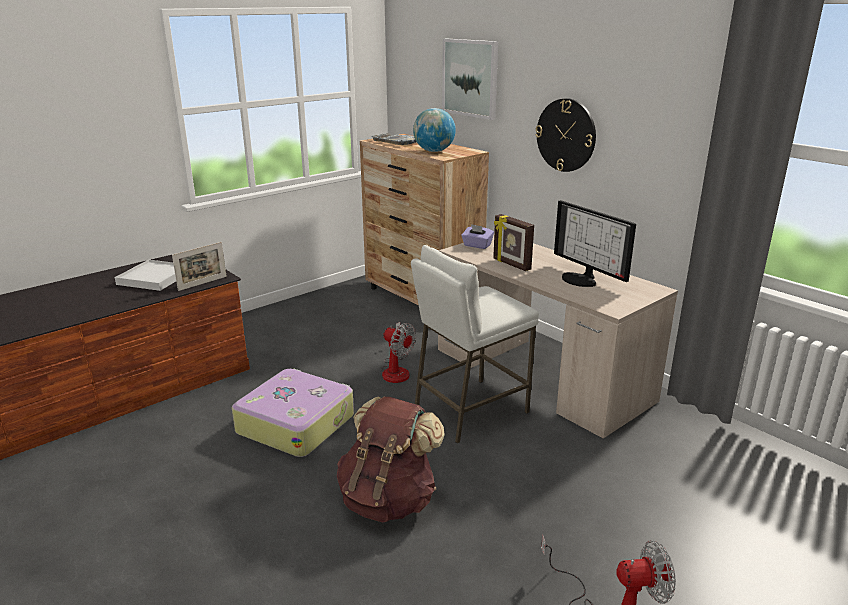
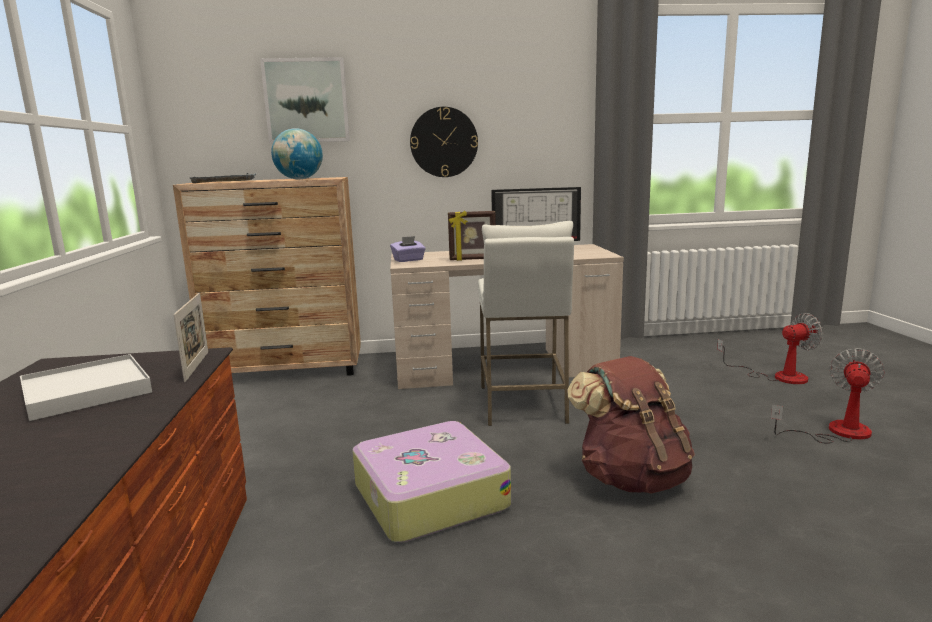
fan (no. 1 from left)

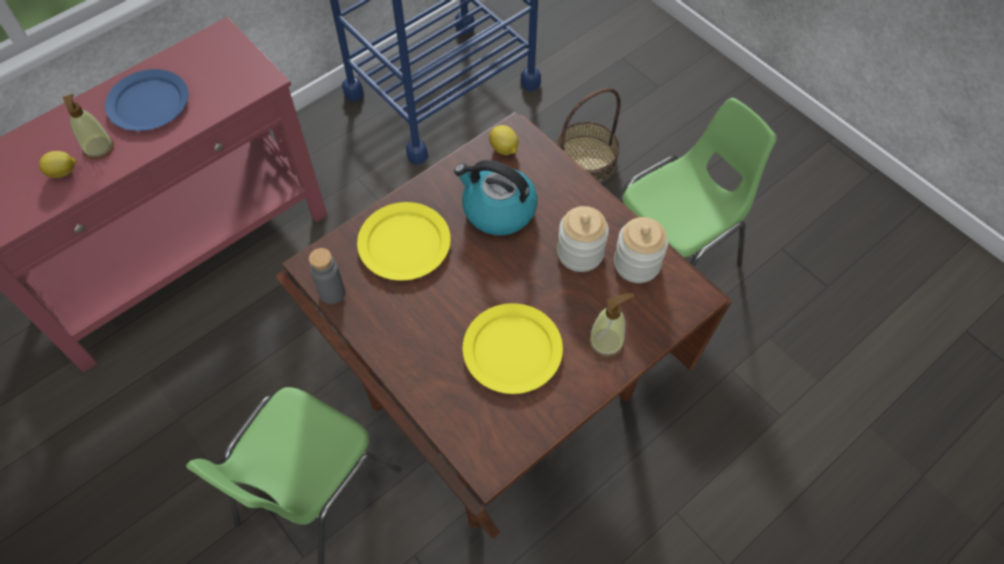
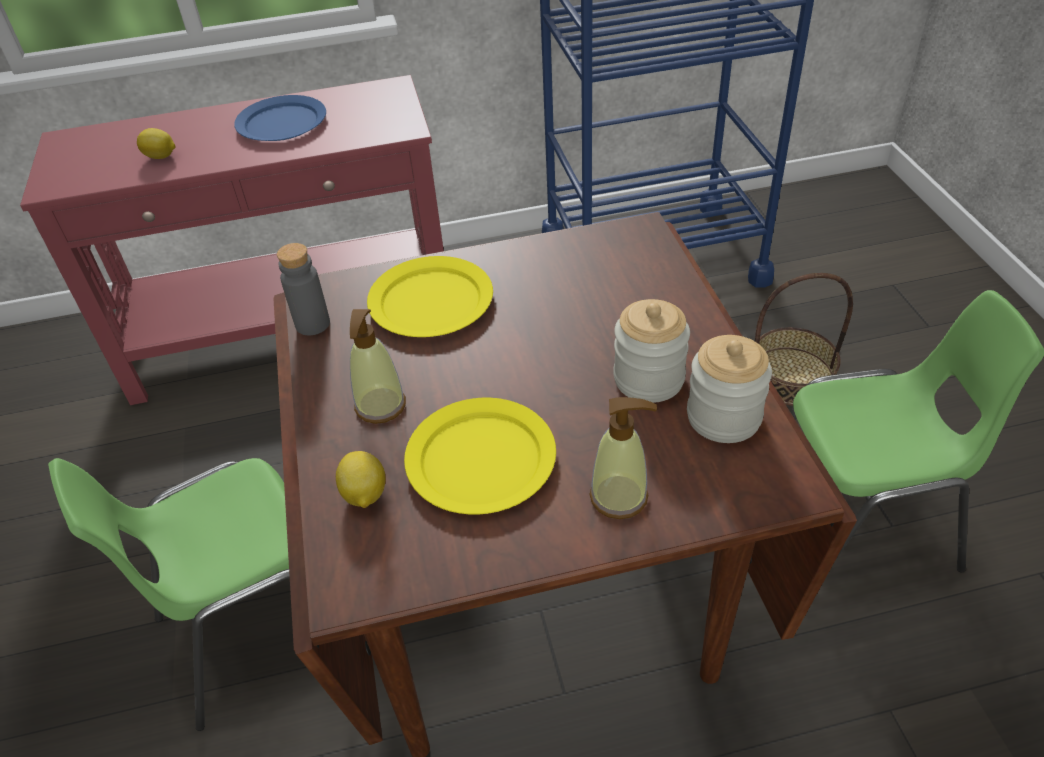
lemon (no. 2 from left); soap dispenser (no. 1 from left); kettle

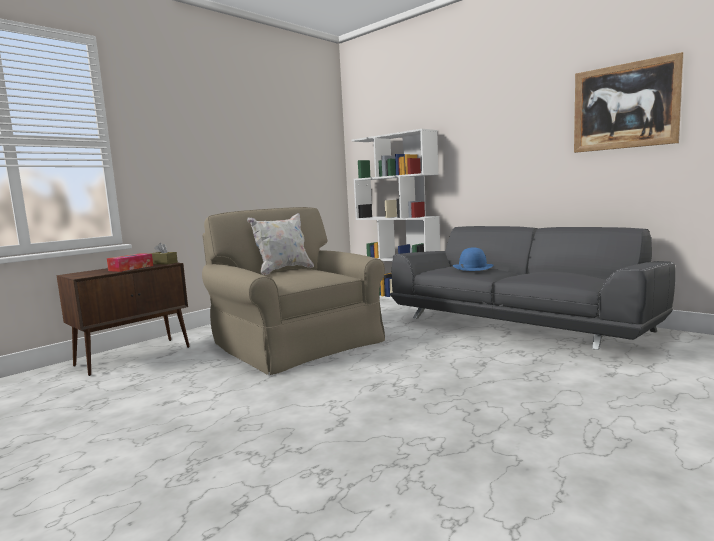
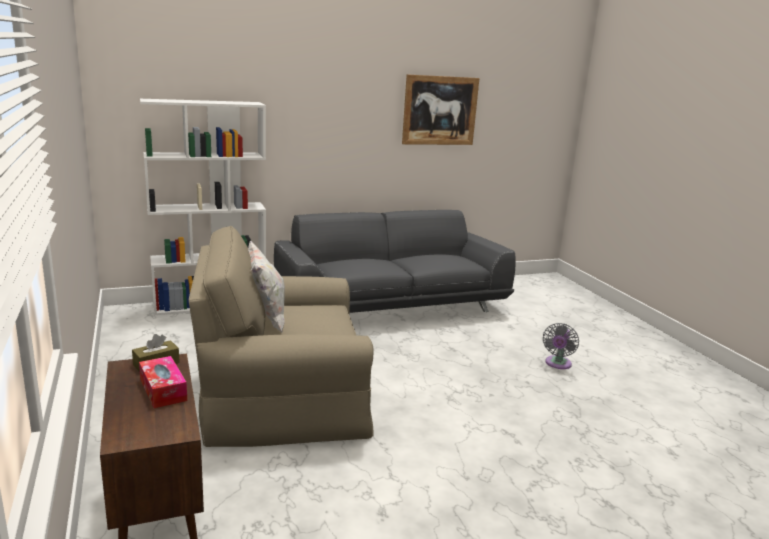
grey fan; blue hat

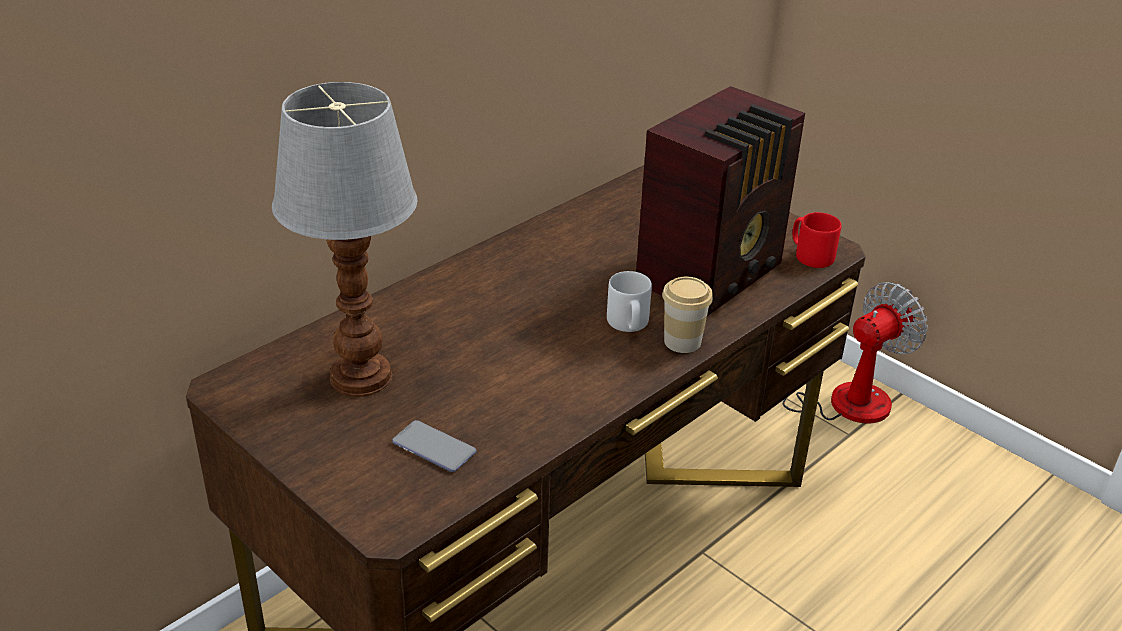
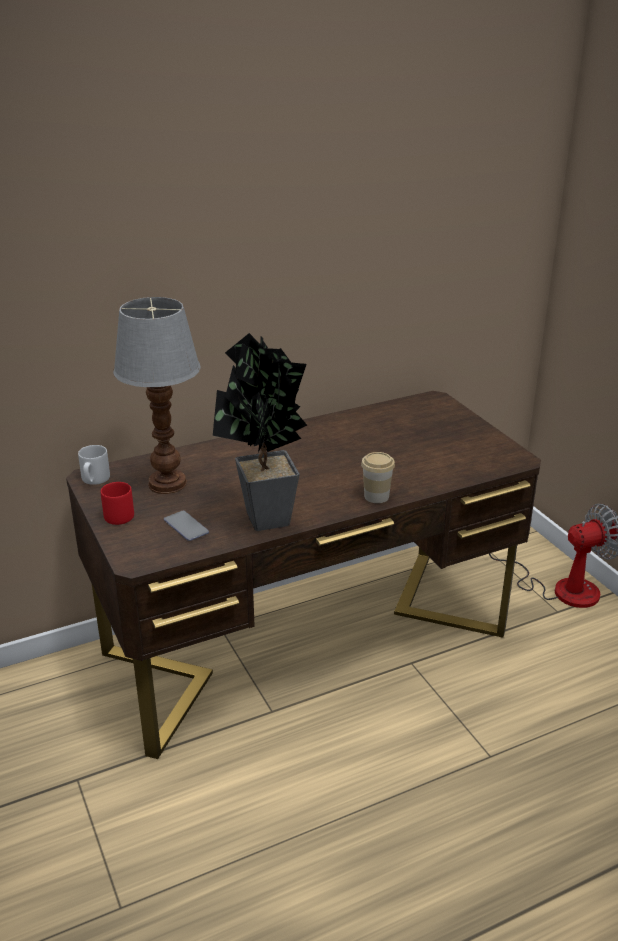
grey mug; red mug; potted plant; radio

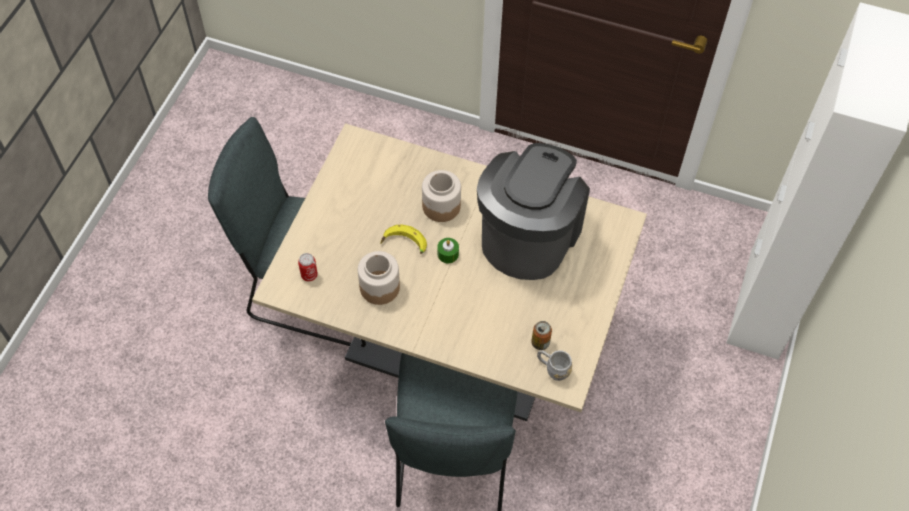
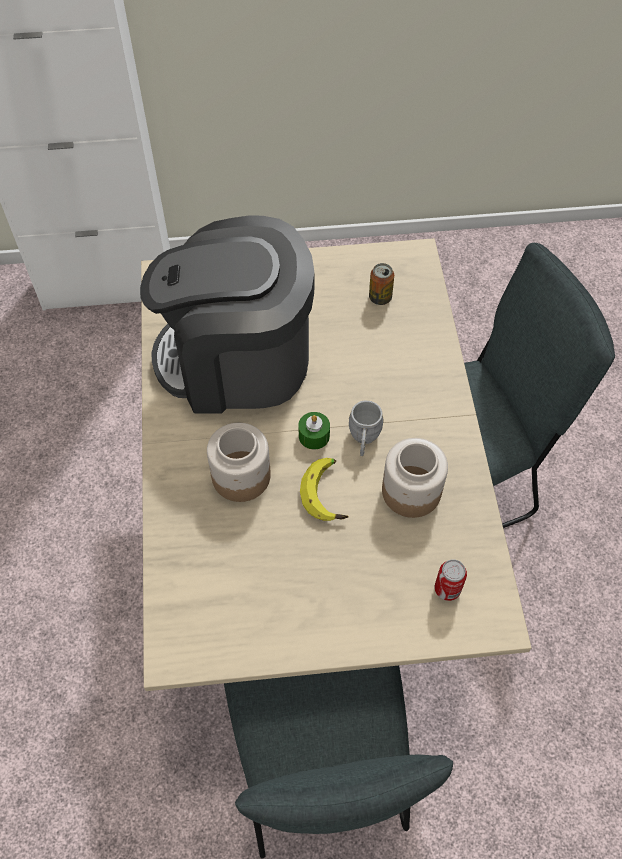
grey mug

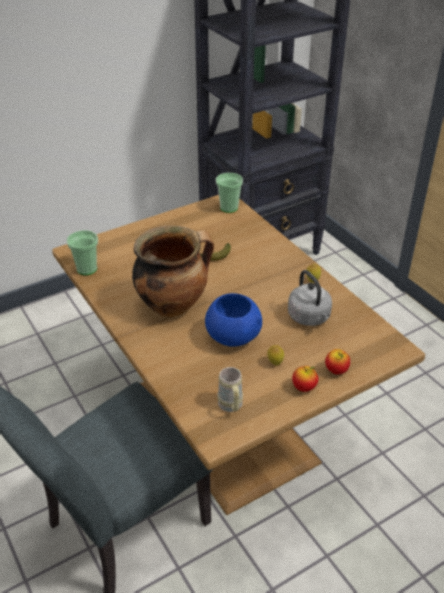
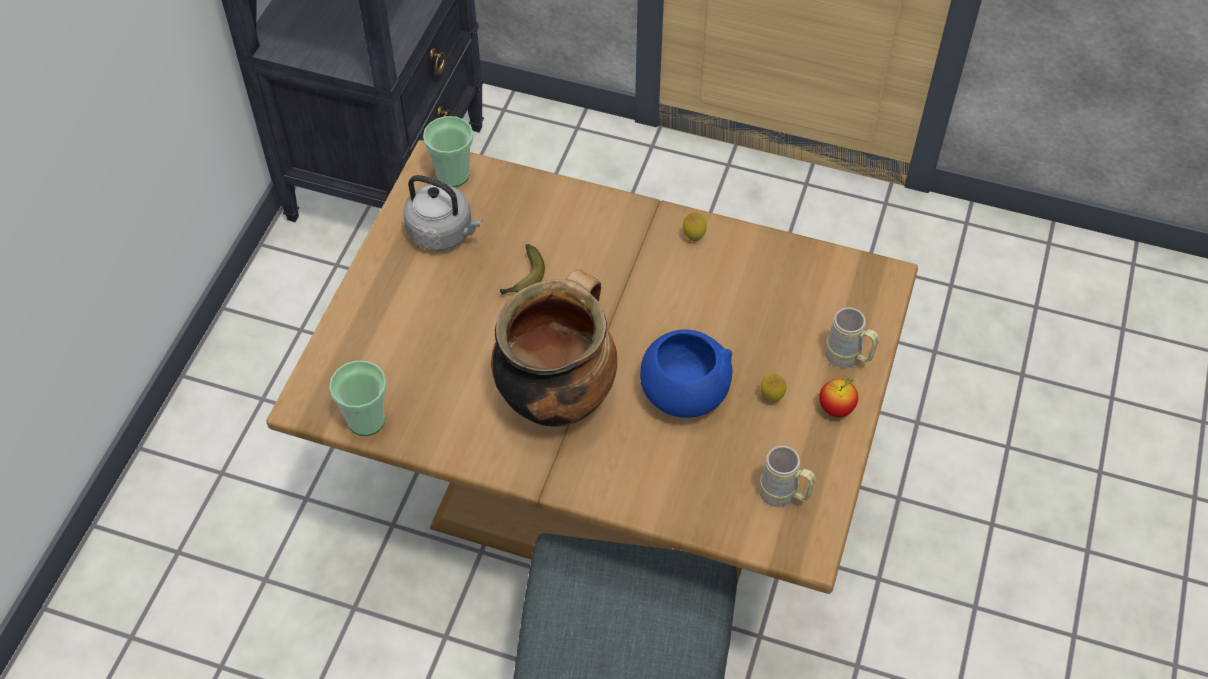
grey kettle; beige mug (no. 2 from left)

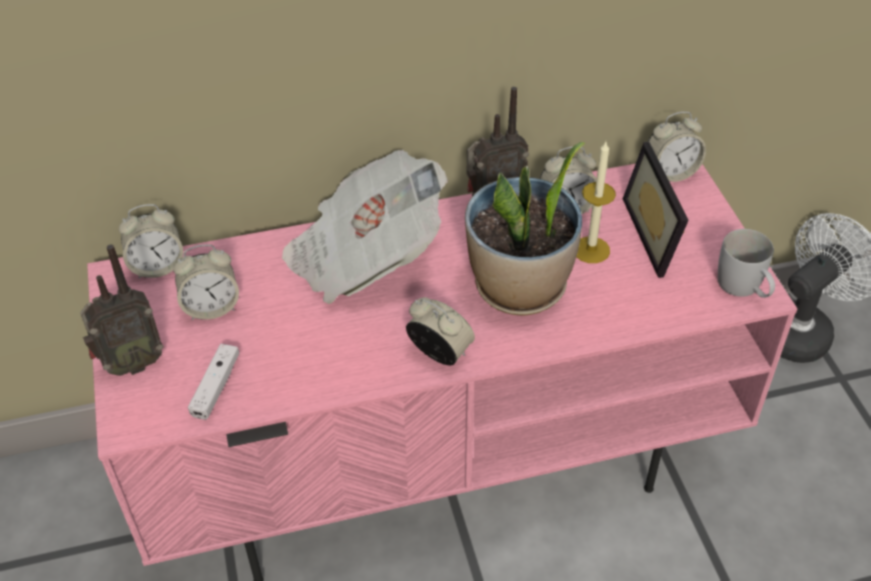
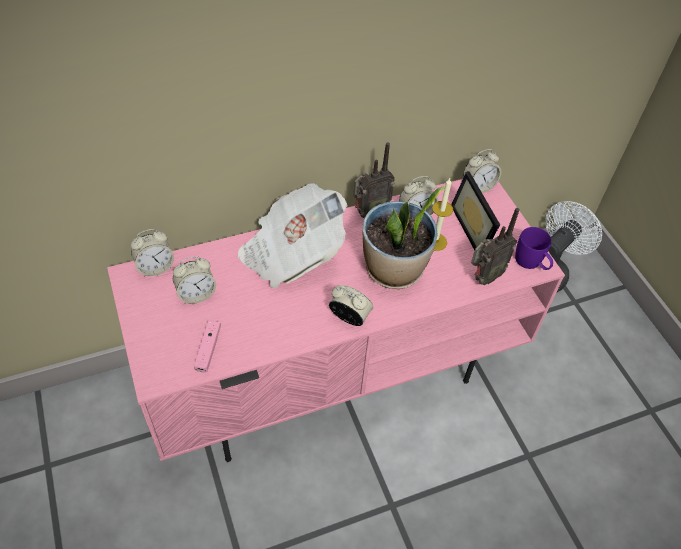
pink game controller; radio (no. 2 from left); purple mug

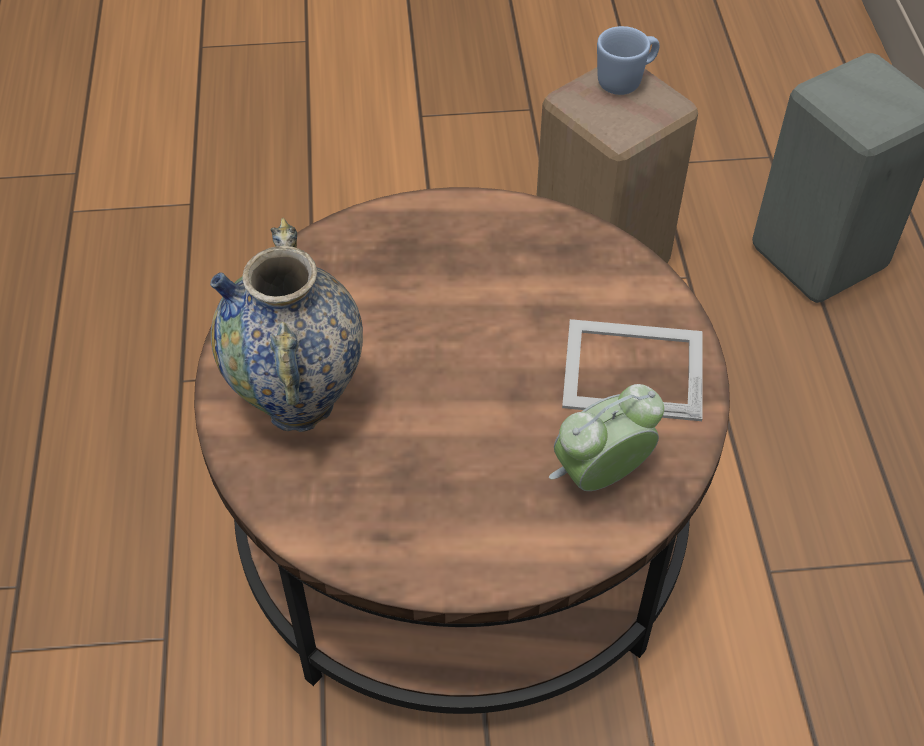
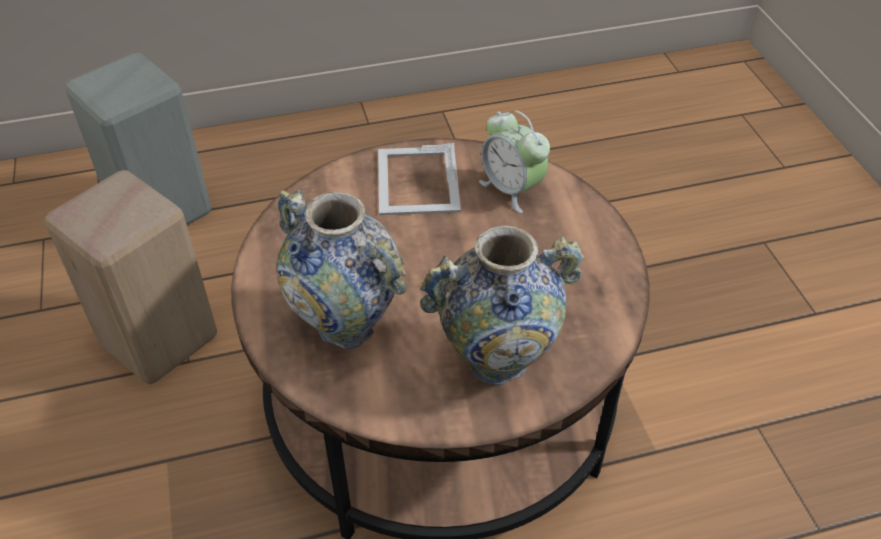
vase (no. 1 from left); blue mug

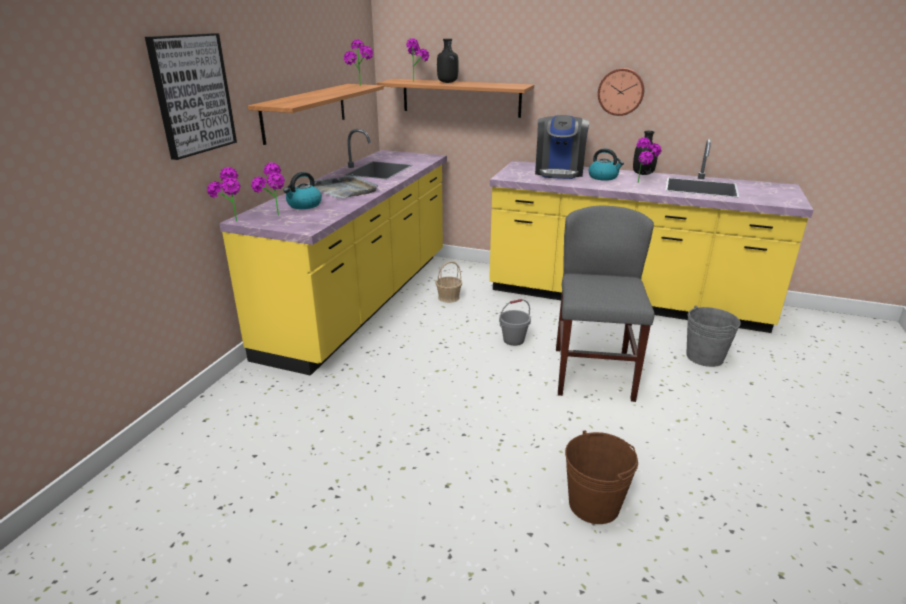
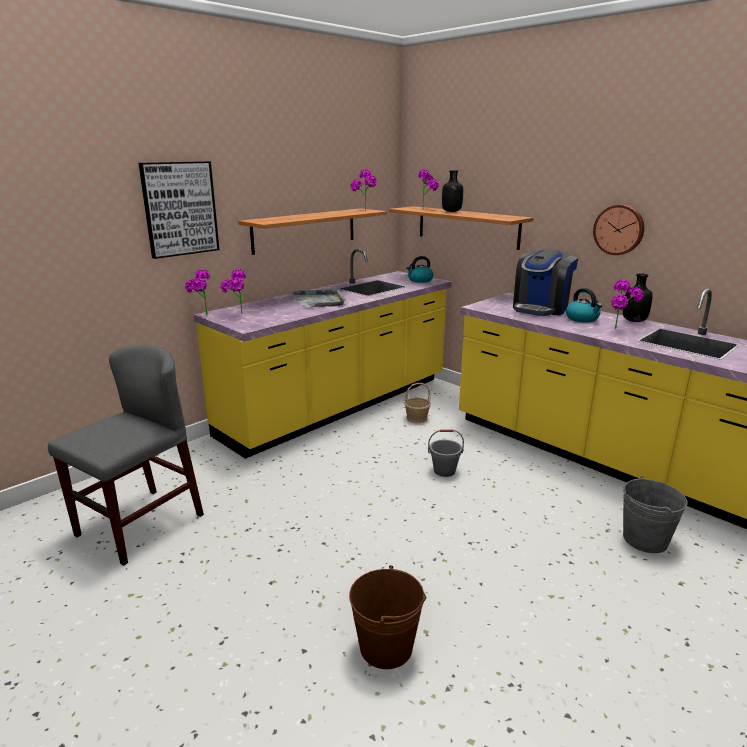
grey chair; kettle (no. 1 from left)

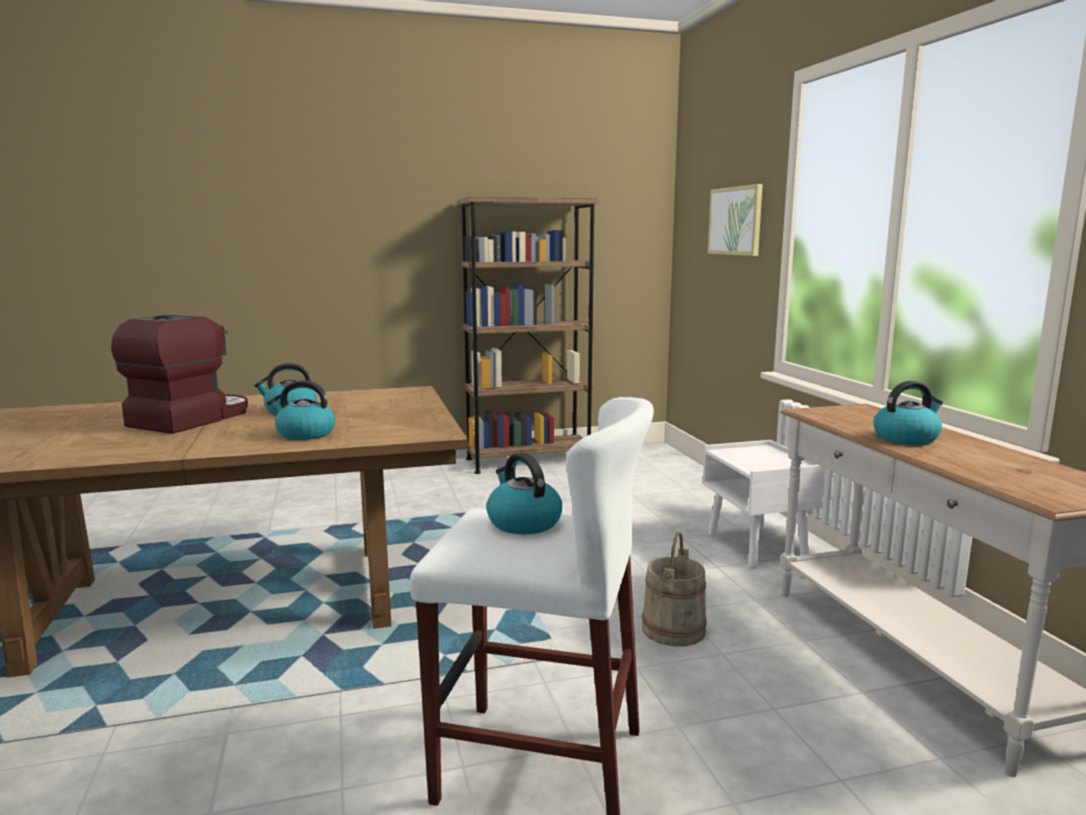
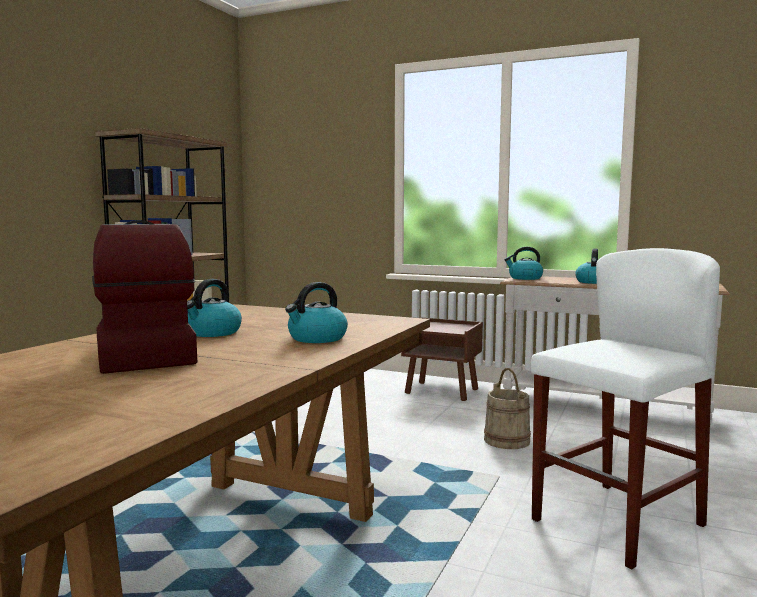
brown nightstand; kettle (no. 3 from left); picture

